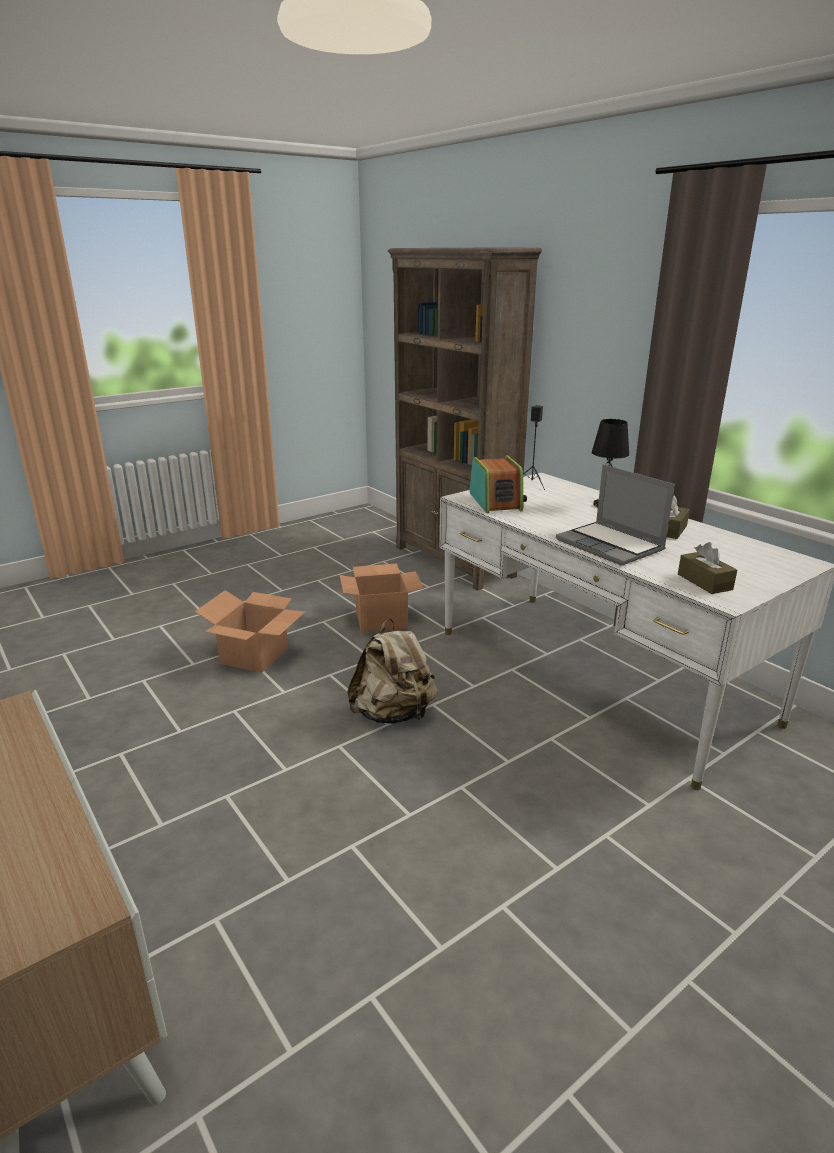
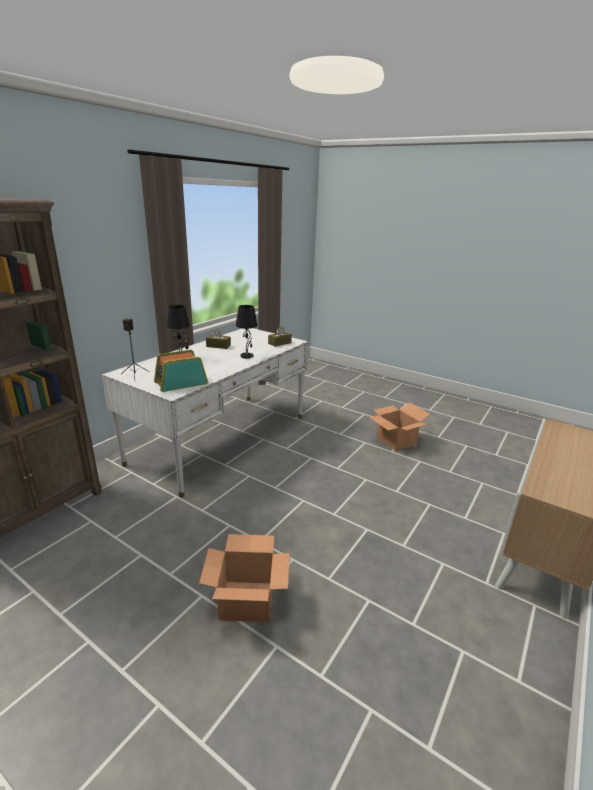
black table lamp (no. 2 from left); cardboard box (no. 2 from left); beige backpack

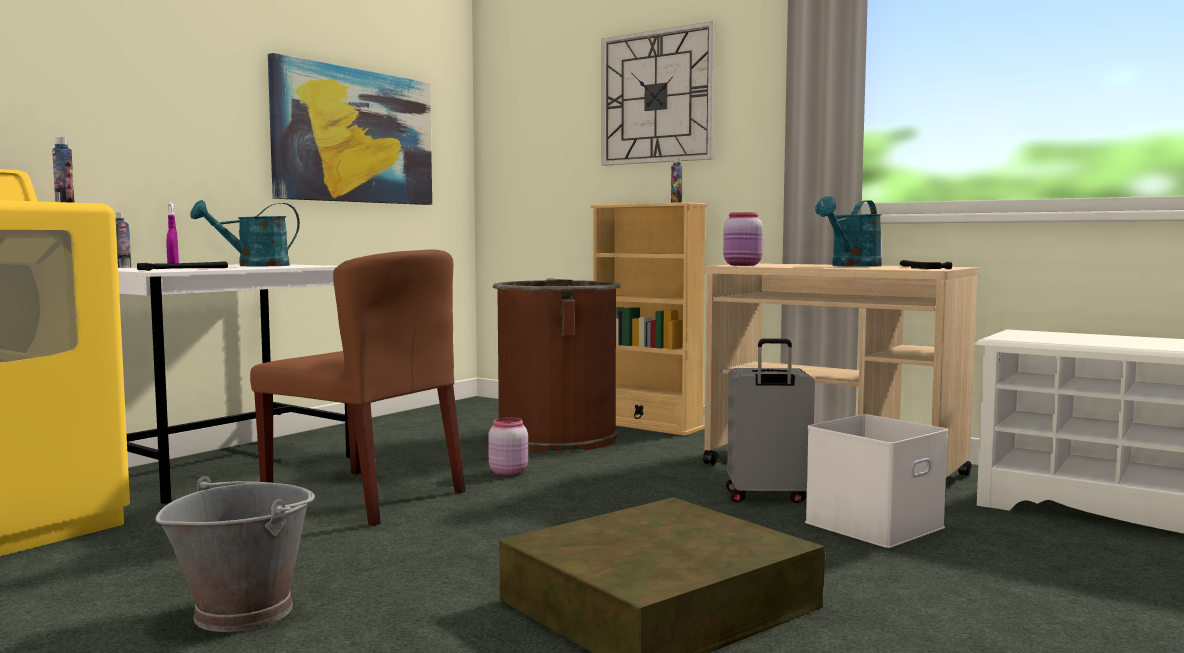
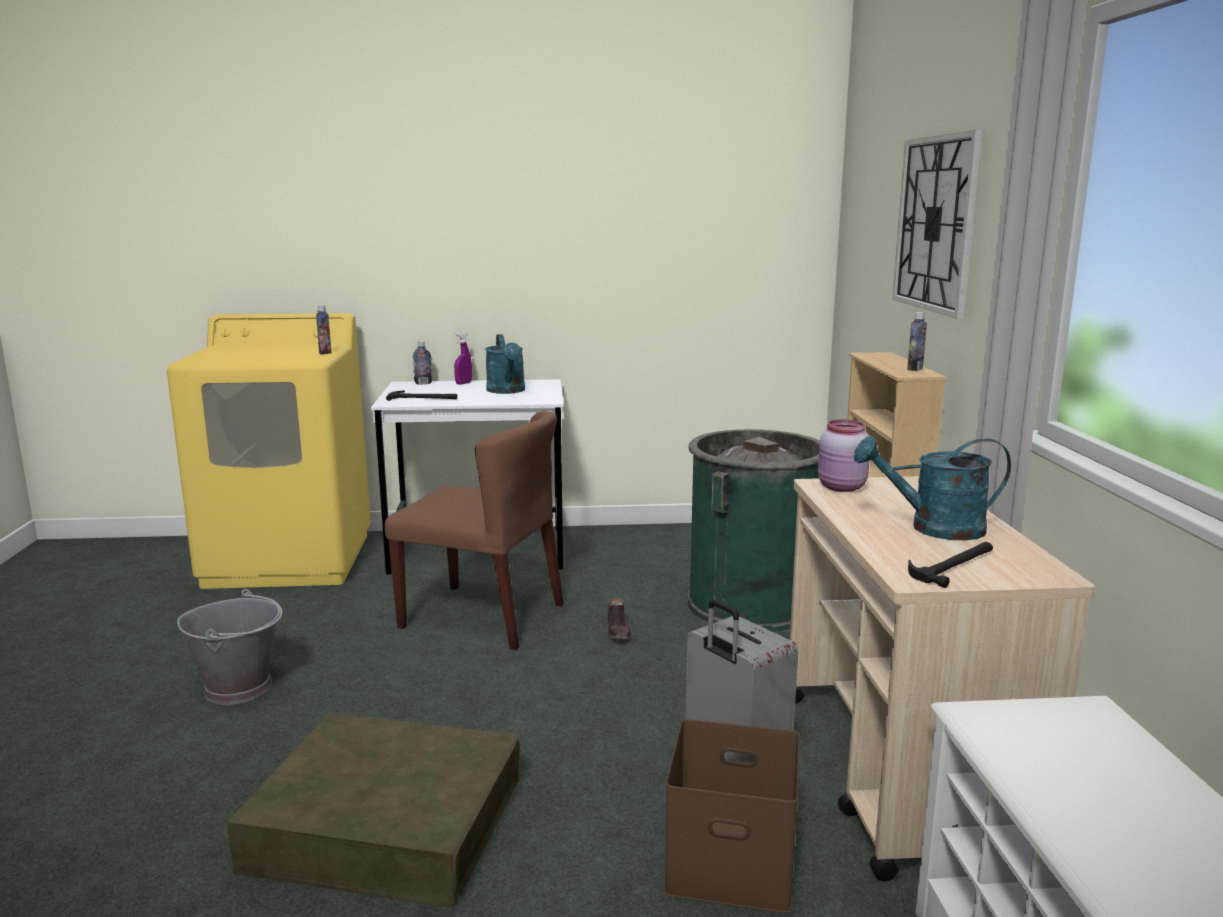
brown chair; turquoise watering can (no. 1 from left); brown shoe; brown storage box (no. 2 from left); green trash can; picture

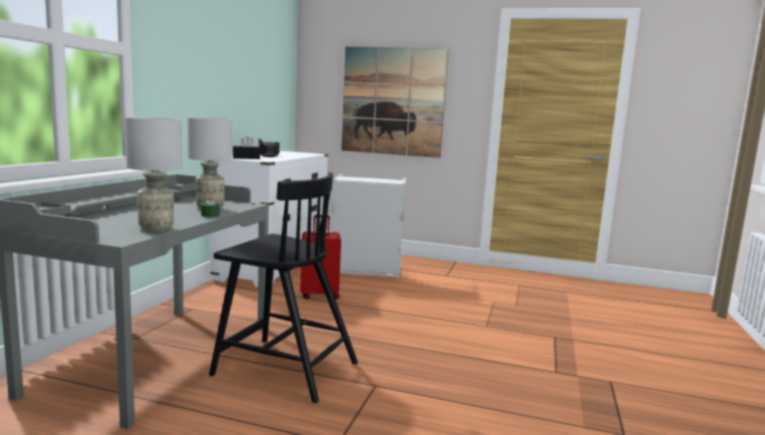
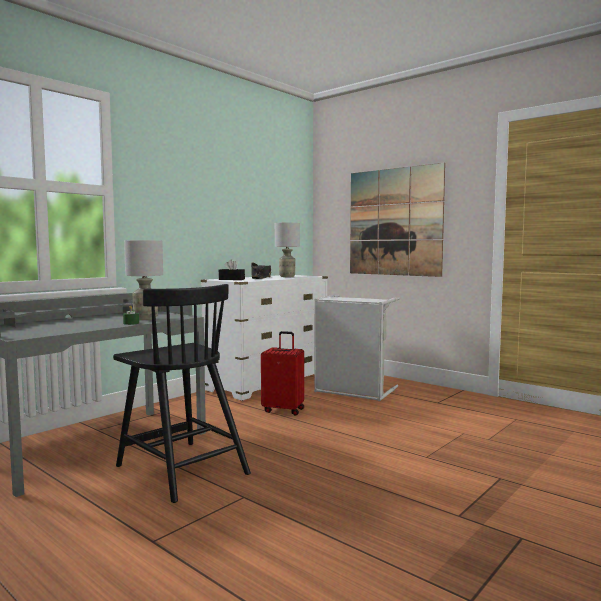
grey table lamp (no. 2 from left)

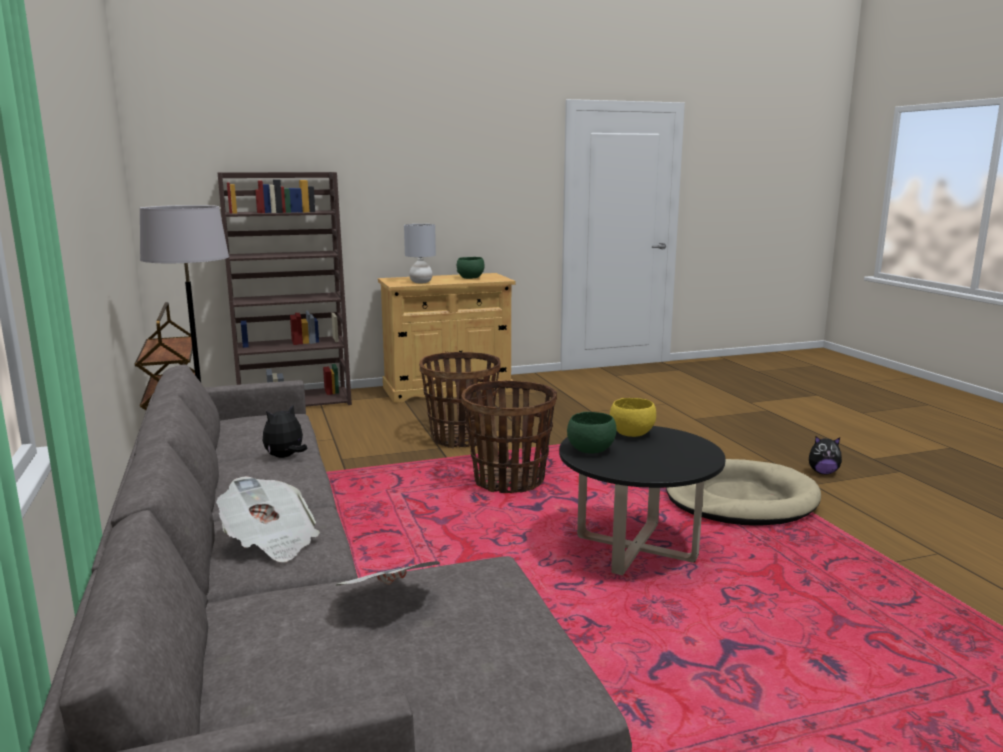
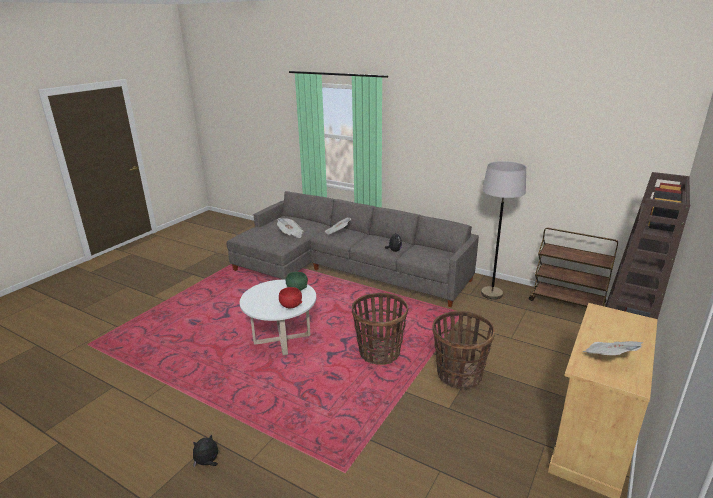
white coffee table; red bowl; newspaper (no. 3 from left); grey table lamp; beige dog bed

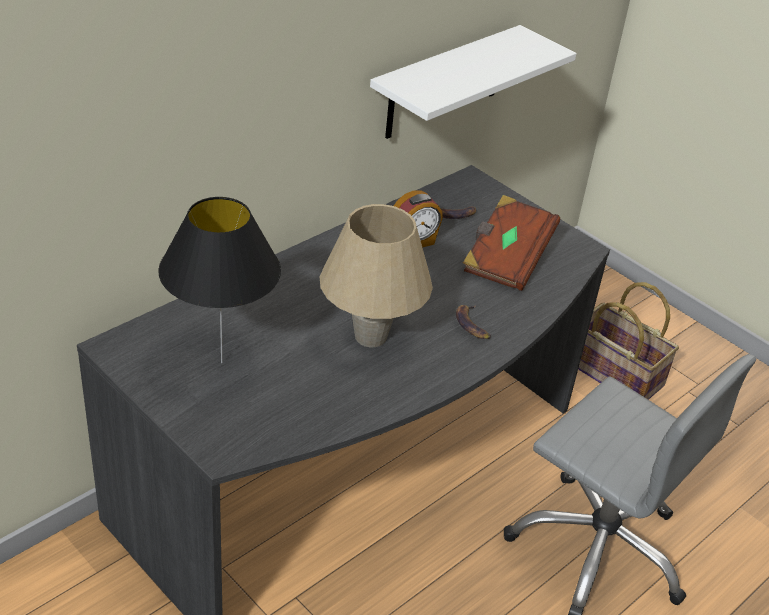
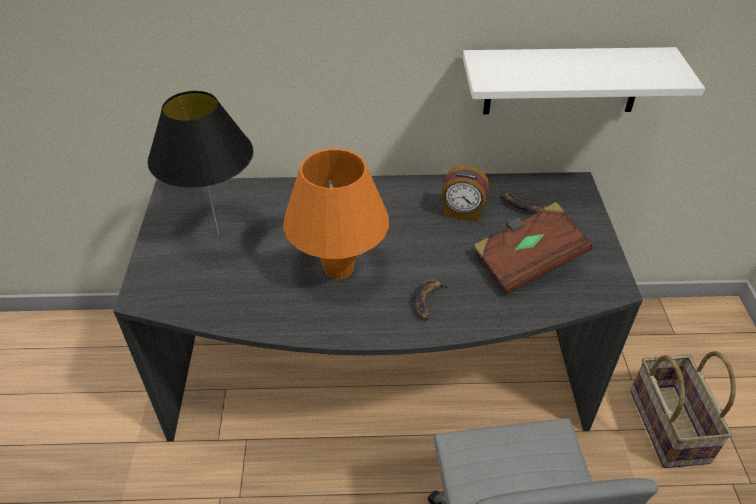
orange table lamp

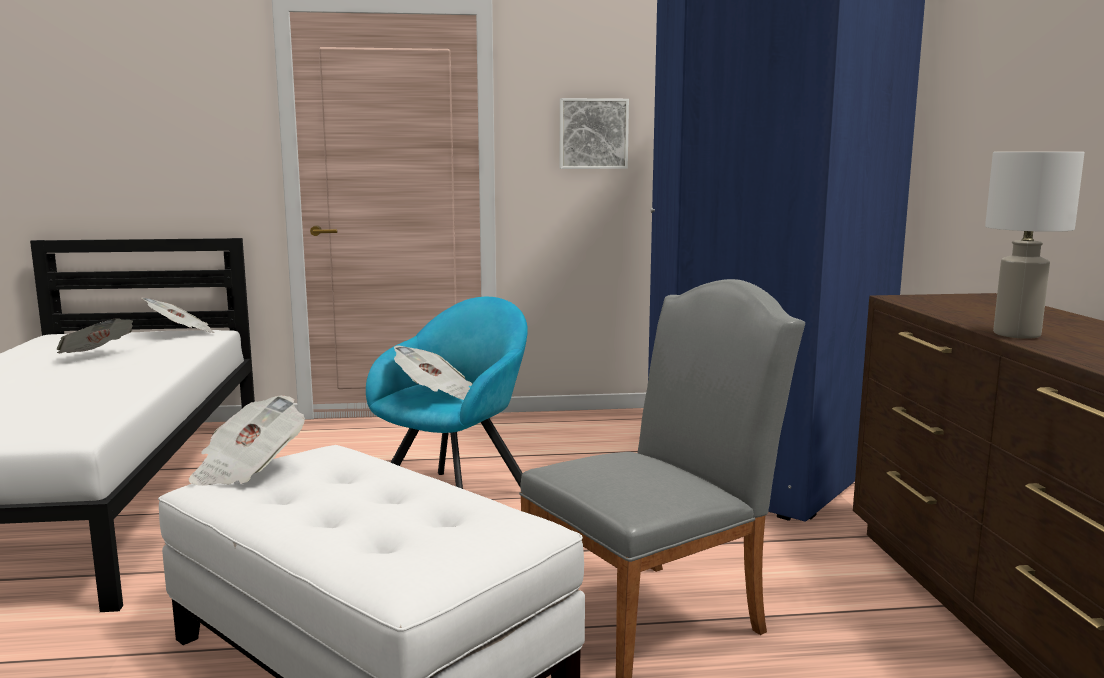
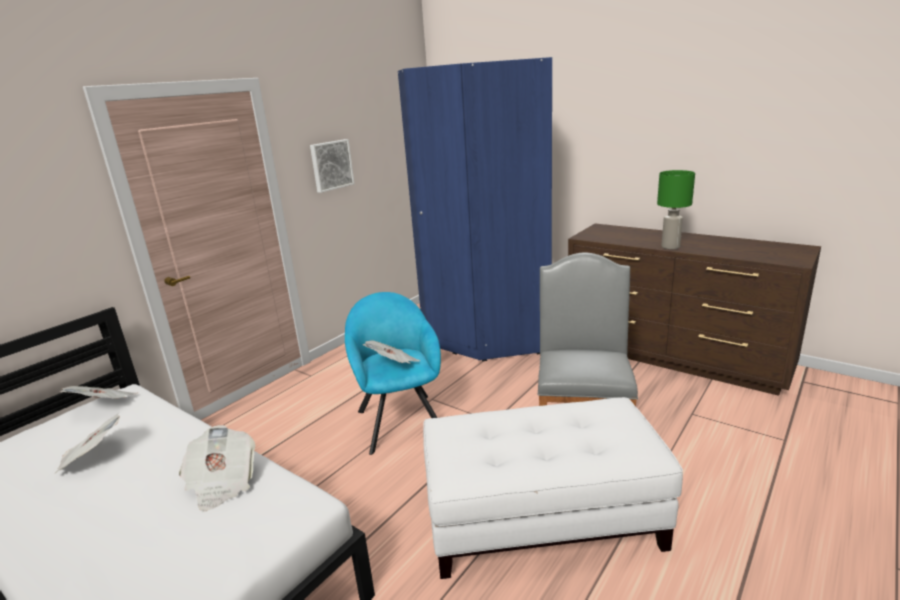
newspaper (no. 3 from left); green table lamp

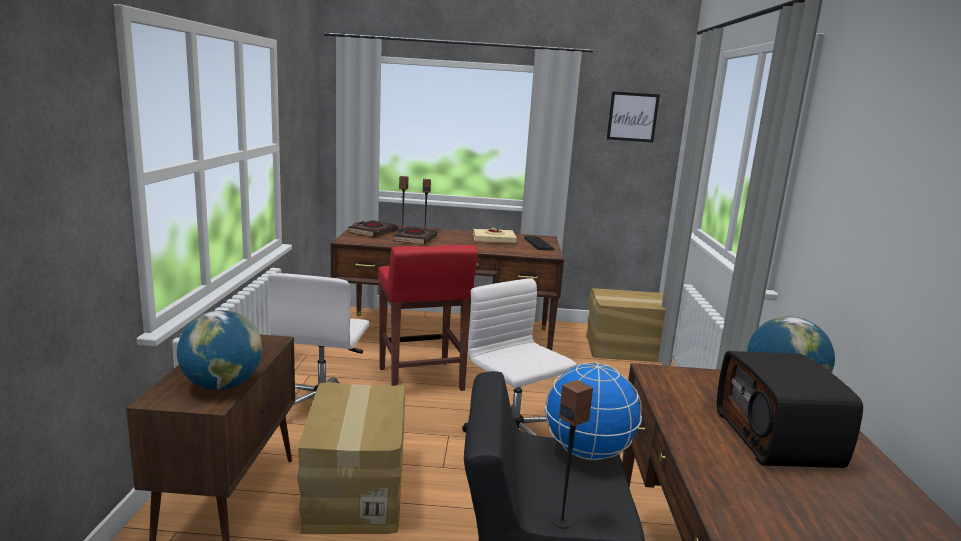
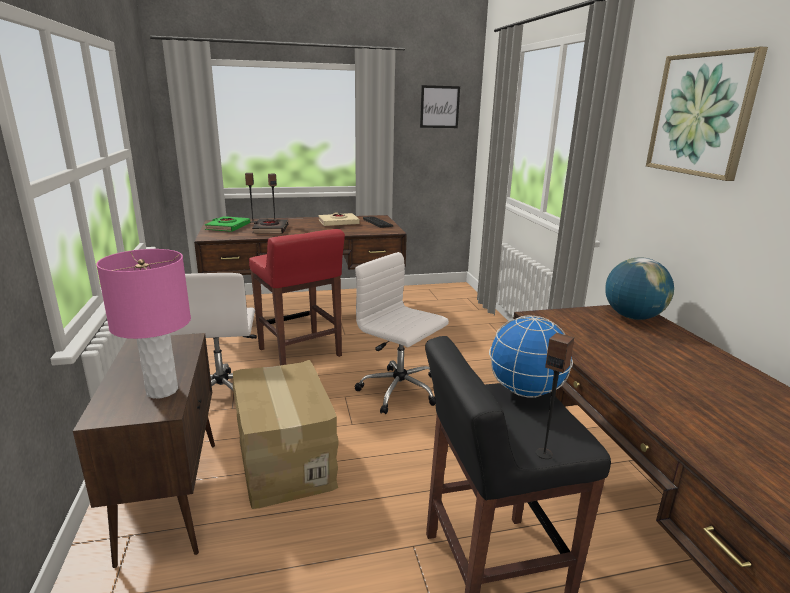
pink table lamp; green book; picture (no. 2 from left); cardboard box (no. 2 from left in the first image); radio

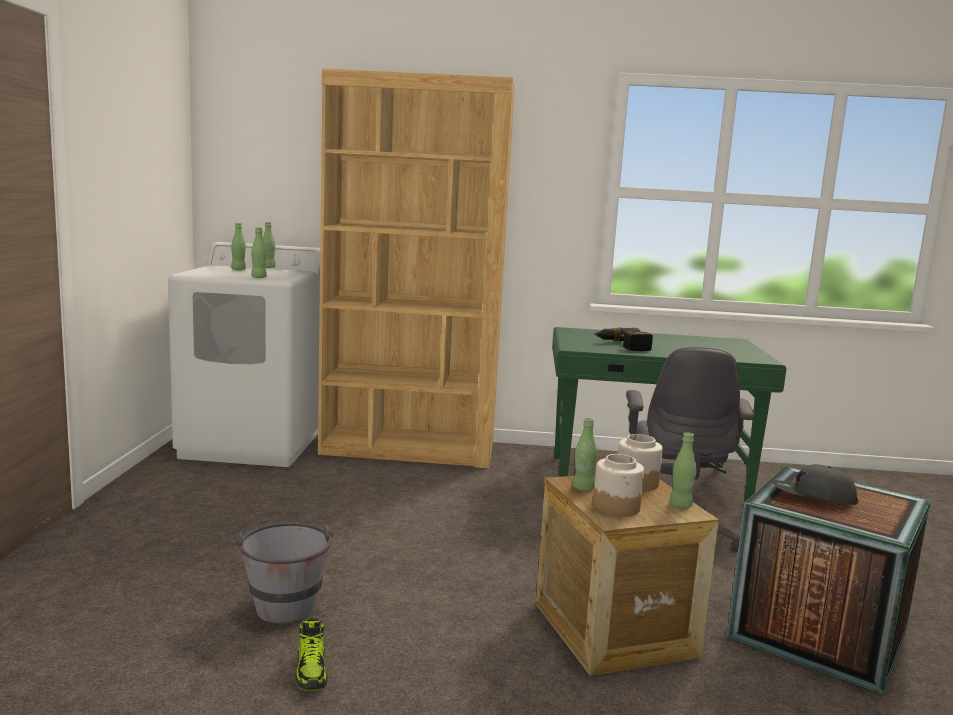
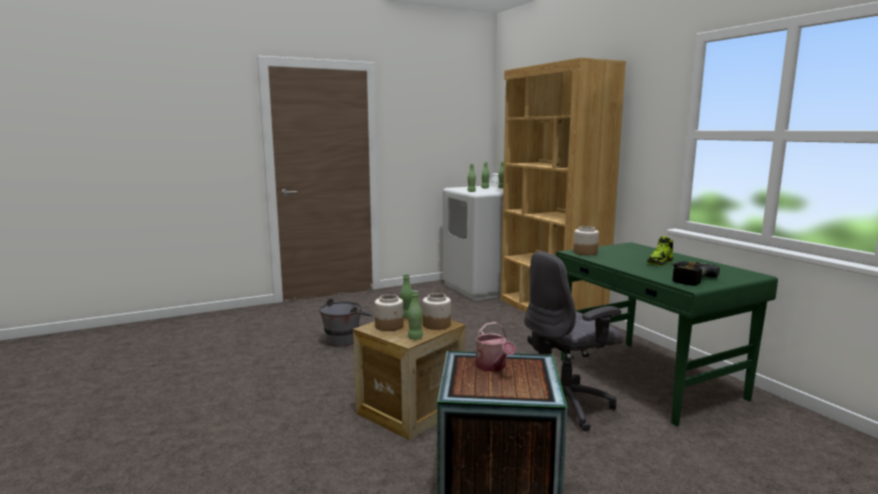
watering can; jar (no. 3 from left); shoe; power drill

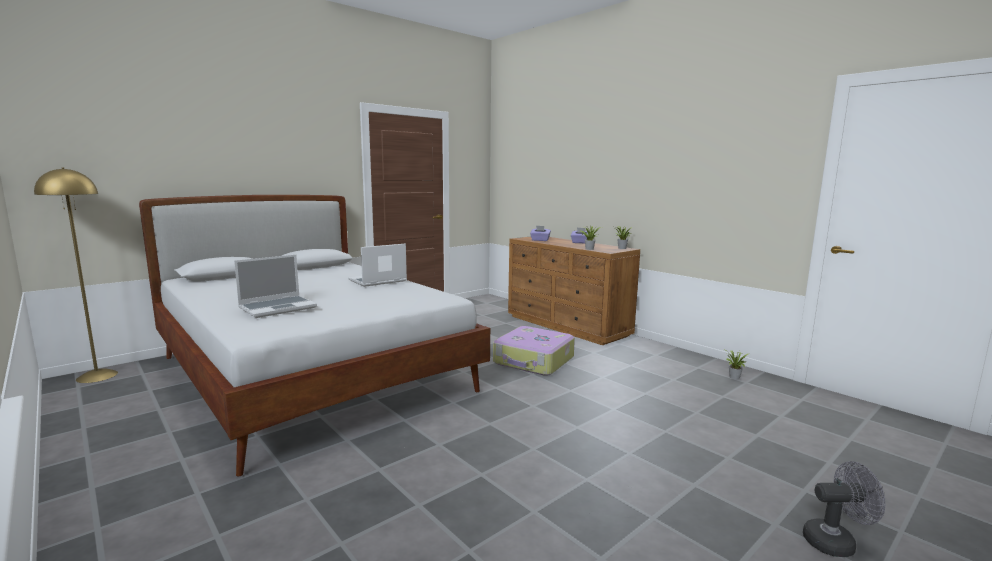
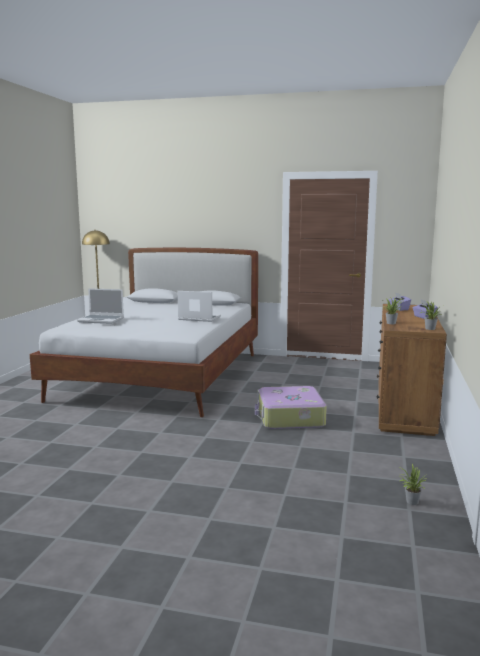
grey fan

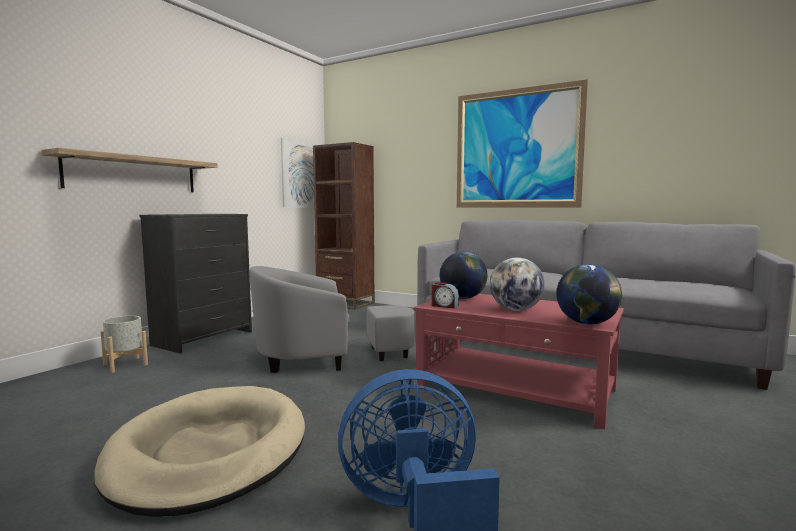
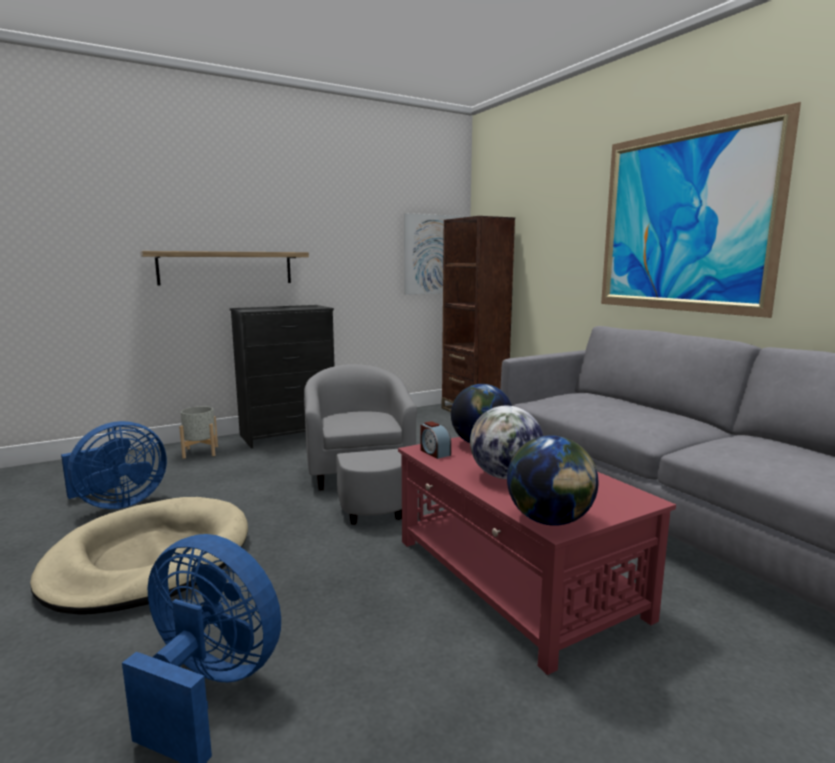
blue fan (no. 1 from left); grey armchair

